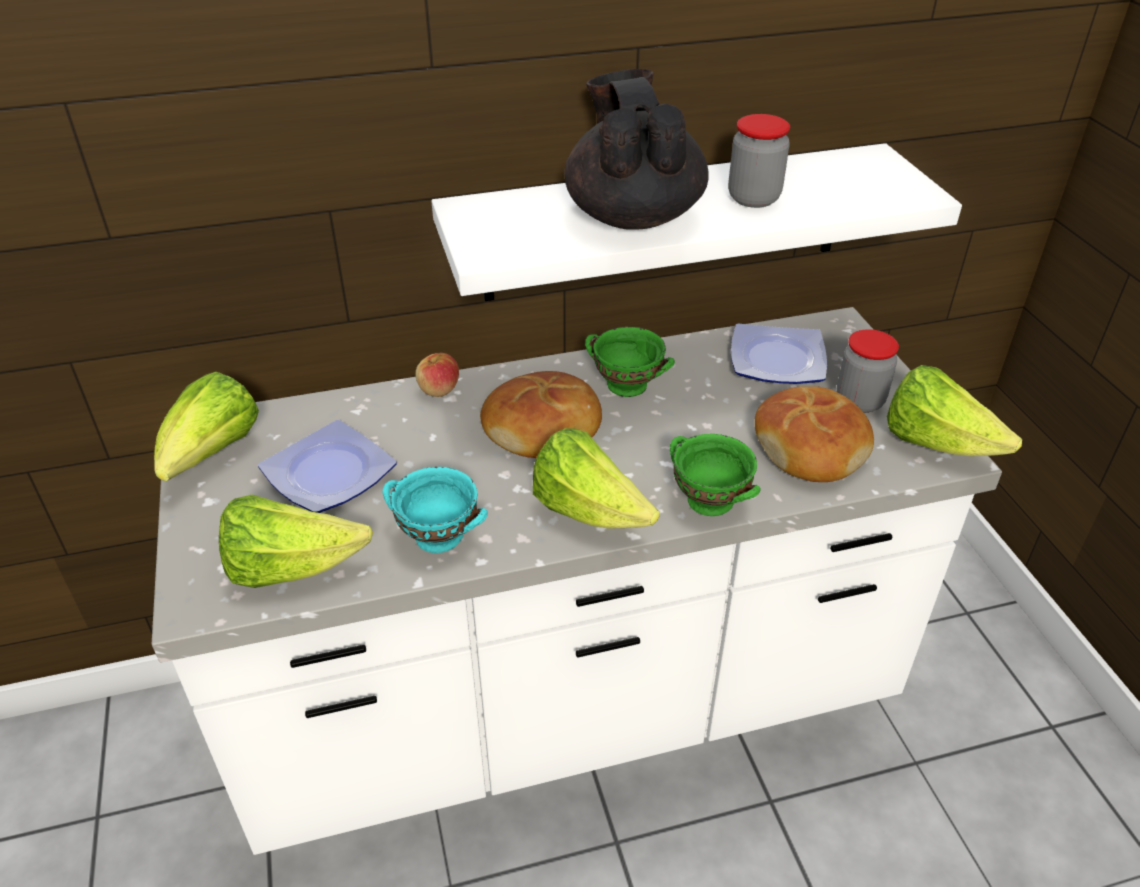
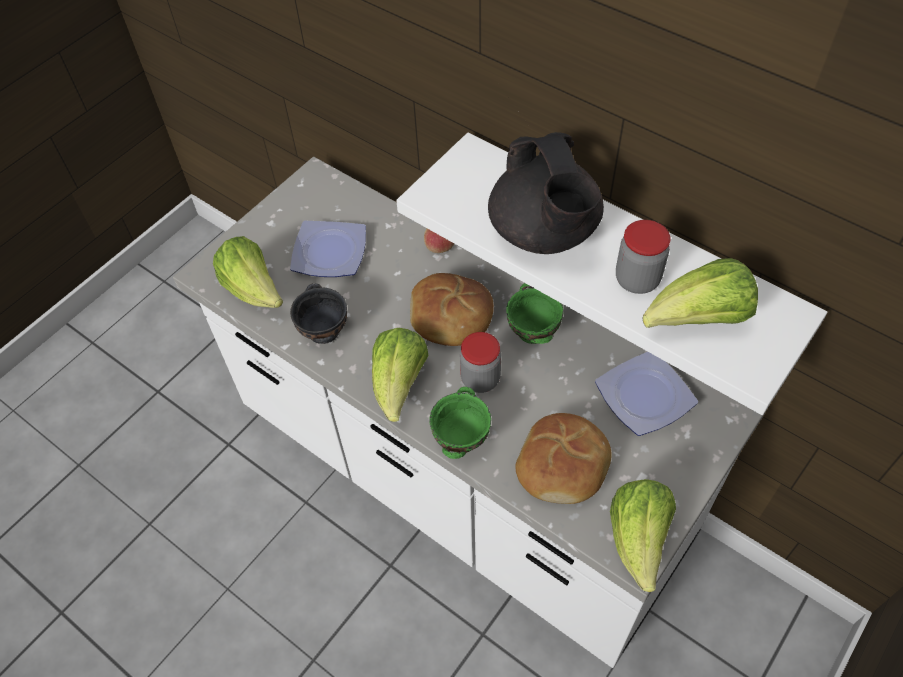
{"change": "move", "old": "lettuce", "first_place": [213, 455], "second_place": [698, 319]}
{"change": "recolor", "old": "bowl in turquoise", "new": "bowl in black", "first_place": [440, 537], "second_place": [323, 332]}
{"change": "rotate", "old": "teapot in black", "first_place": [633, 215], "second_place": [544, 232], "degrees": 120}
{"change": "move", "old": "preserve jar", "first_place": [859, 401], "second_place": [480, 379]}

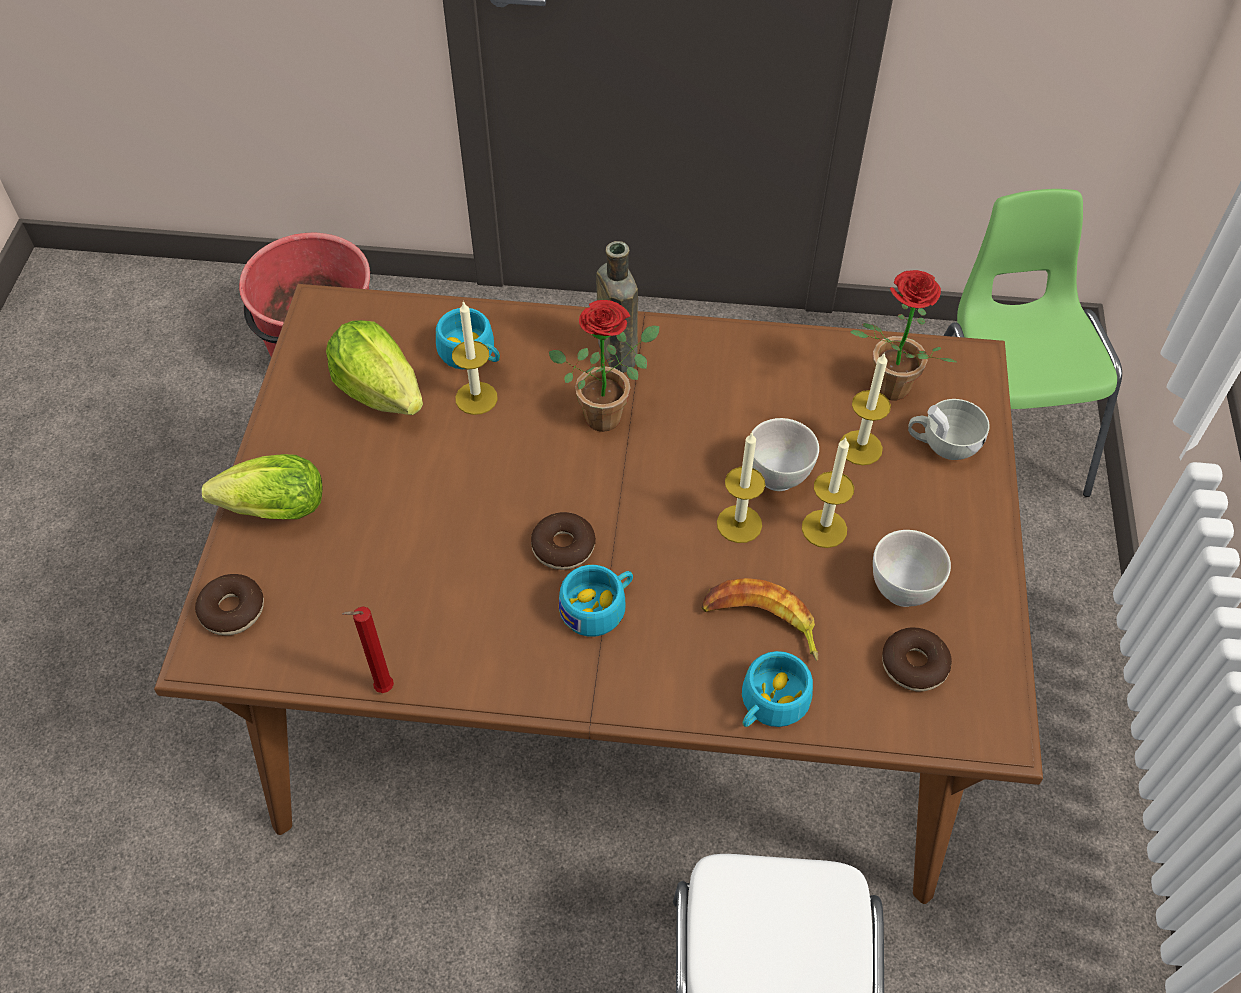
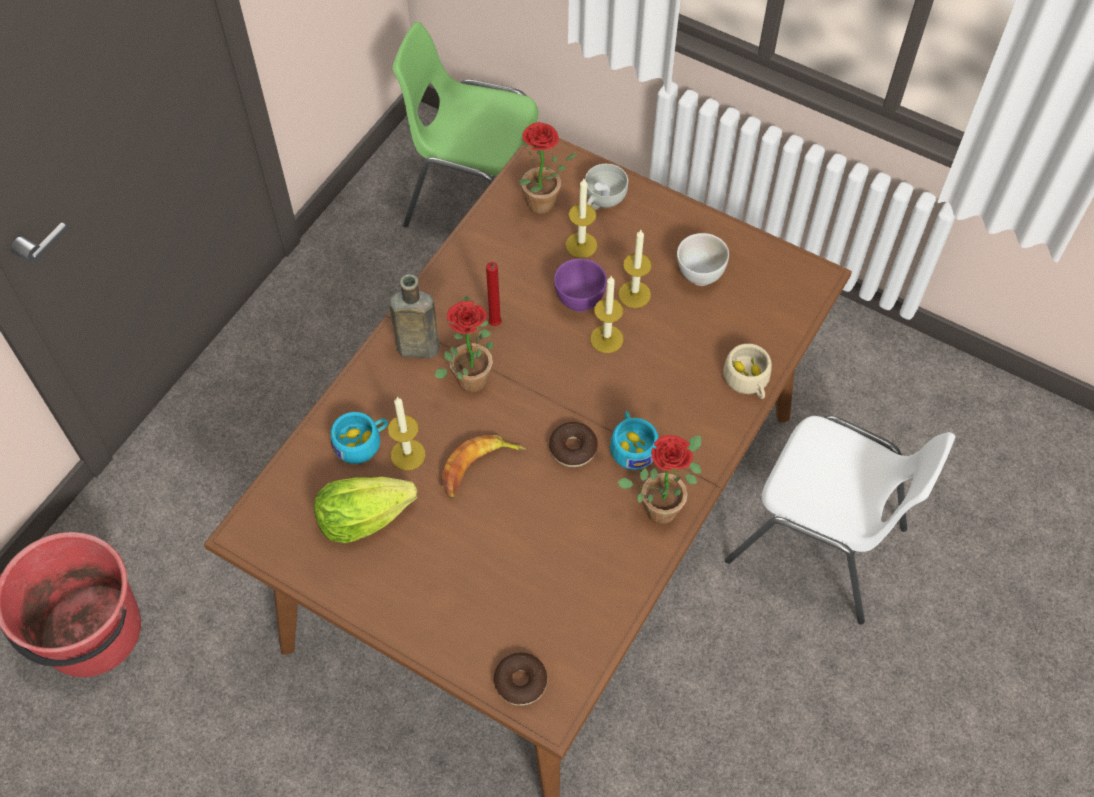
{"change": "delete", "old": "lettuce", "first_place": [269, 510]}
{"change": "move", "old": "wax candle in red-coloured", "first_place": [381, 689], "second_place": [495, 325]}
{"change": "move", "old": "banana fruit", "first_place": [761, 623], "second_place": [478, 469]}
{"change": "recolor", "old": "drinking cup in turquoise", "new": "drinking cup in sand-coloured", "first_place": [769, 705], "second_place": [748, 381]}
{"change": "recolor", "old": "bowl in white-coloured", "new": "bowl in purplish", "first_place": [778, 476], "second_place": [579, 300]}
{"change": "delete", "old": "donut", "first_place": [914, 665]}
{"change": "insert", "new": "houseplant", "second_place": [663, 505]}

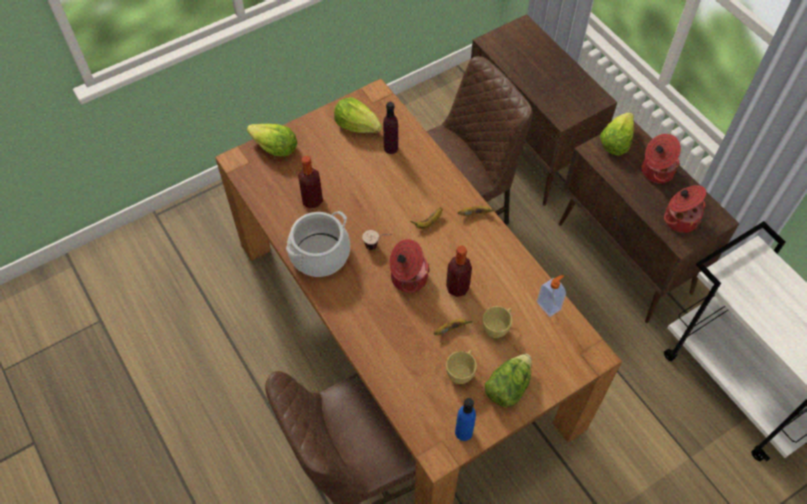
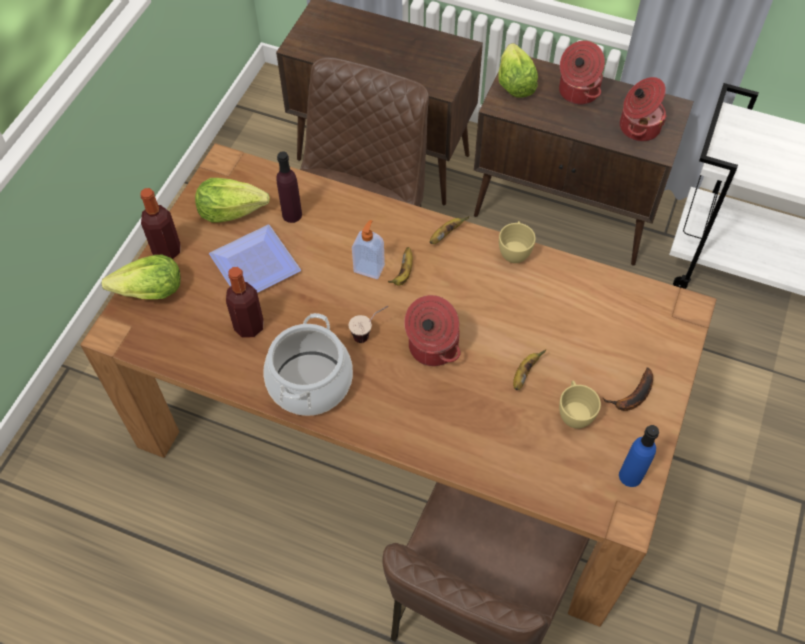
{"change": "move", "old": "drink bottle", "first_place": [457, 287], "second_place": [167, 250]}
{"change": "move", "old": "drinking cup in yellow", "first_place": [497, 328], "second_place": [514, 251]}
{"change": "replace", "old": "lettuce", "new": "banana fruit", "first_place": [507, 386], "second_place": [632, 397]}
{"change": "move", "old": "soap dispenser", "first_place": [549, 305], "second_place": [369, 268]}
{"change": "insert", "new": "plate", "second_place": [258, 265]}

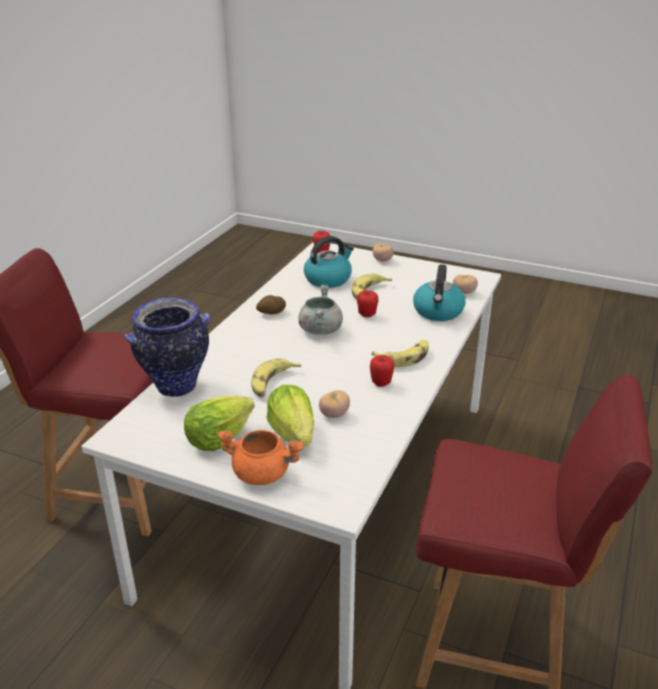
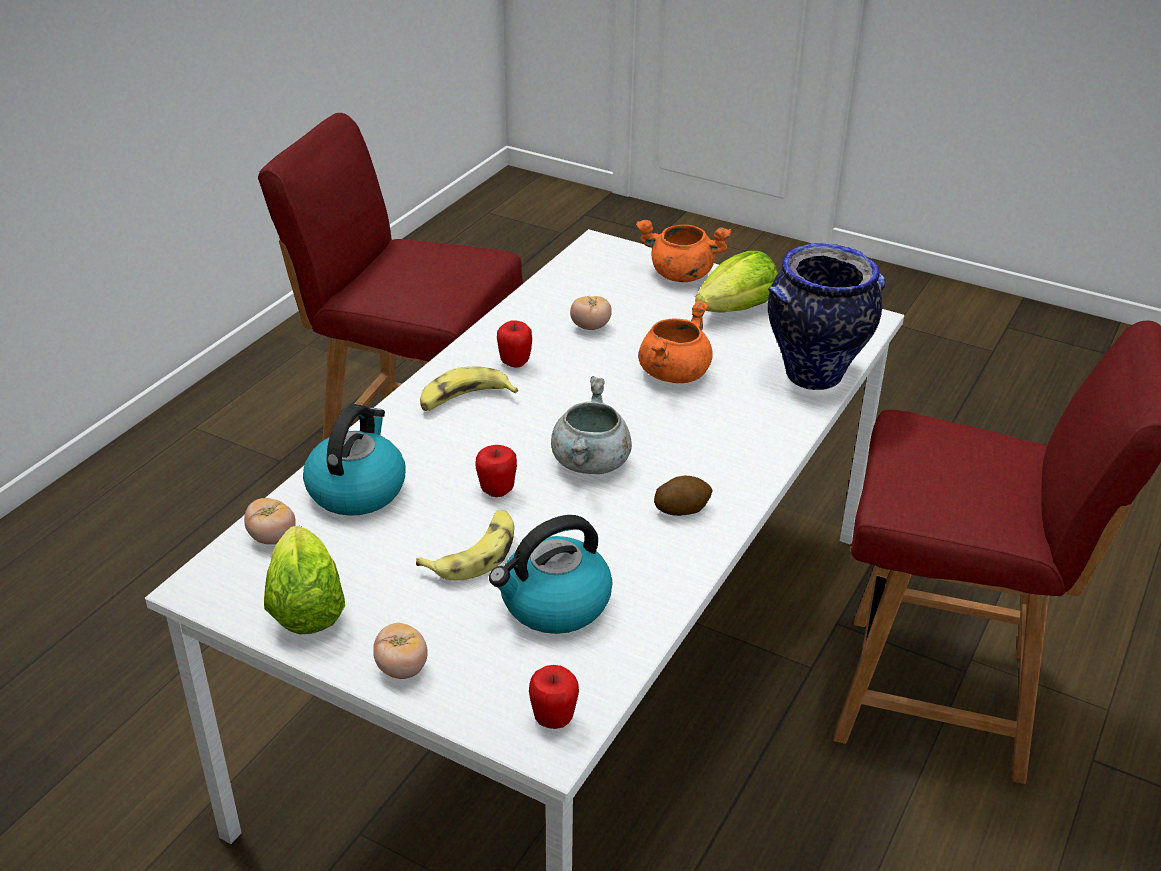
{"change": "replace", "old": "banana fruit", "new": "stockpot in orange", "first_place": [272, 383], "second_place": [673, 372]}
{"change": "move", "old": "lettuce", "first_place": [293, 433], "second_place": [305, 608]}

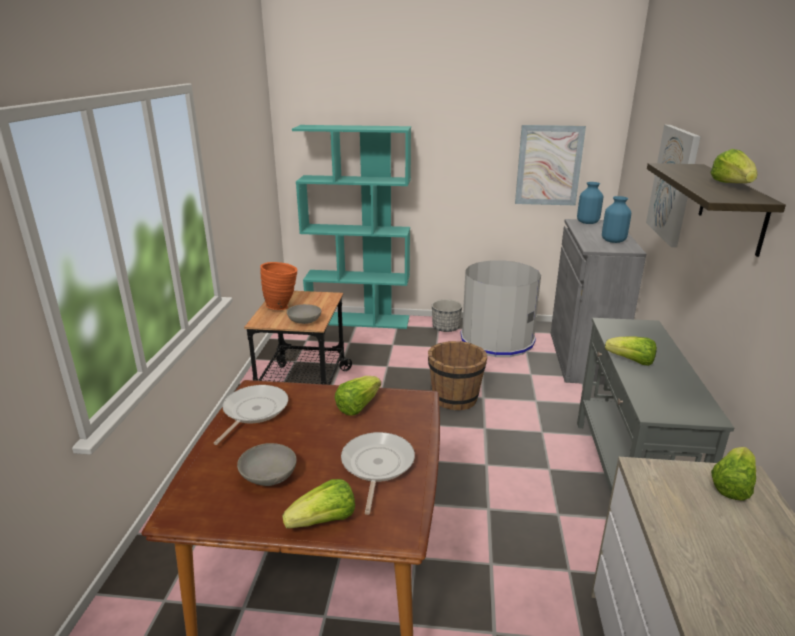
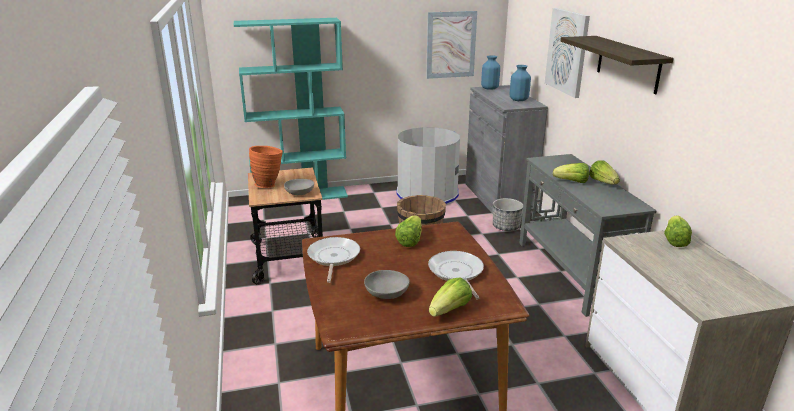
{"change": "move", "old": "flower pot", "first_place": [446, 328], "second_place": [506, 227]}
{"change": "move", "old": "lettuce", "first_place": [731, 185], "second_place": [603, 182]}

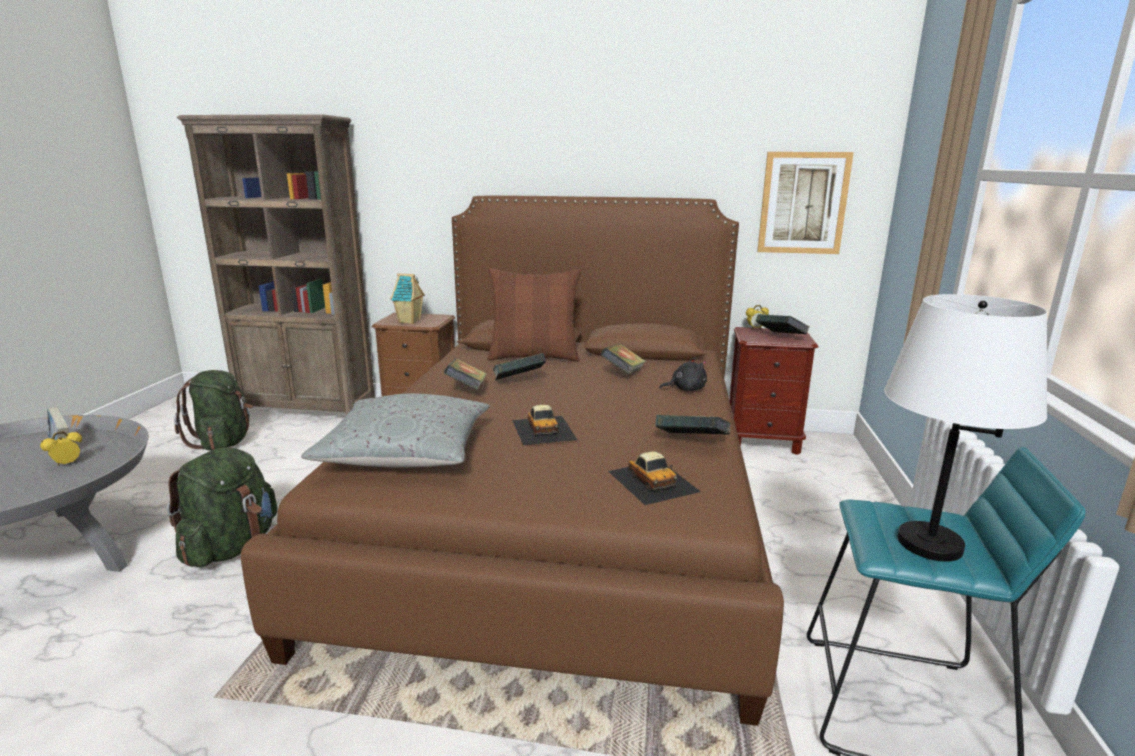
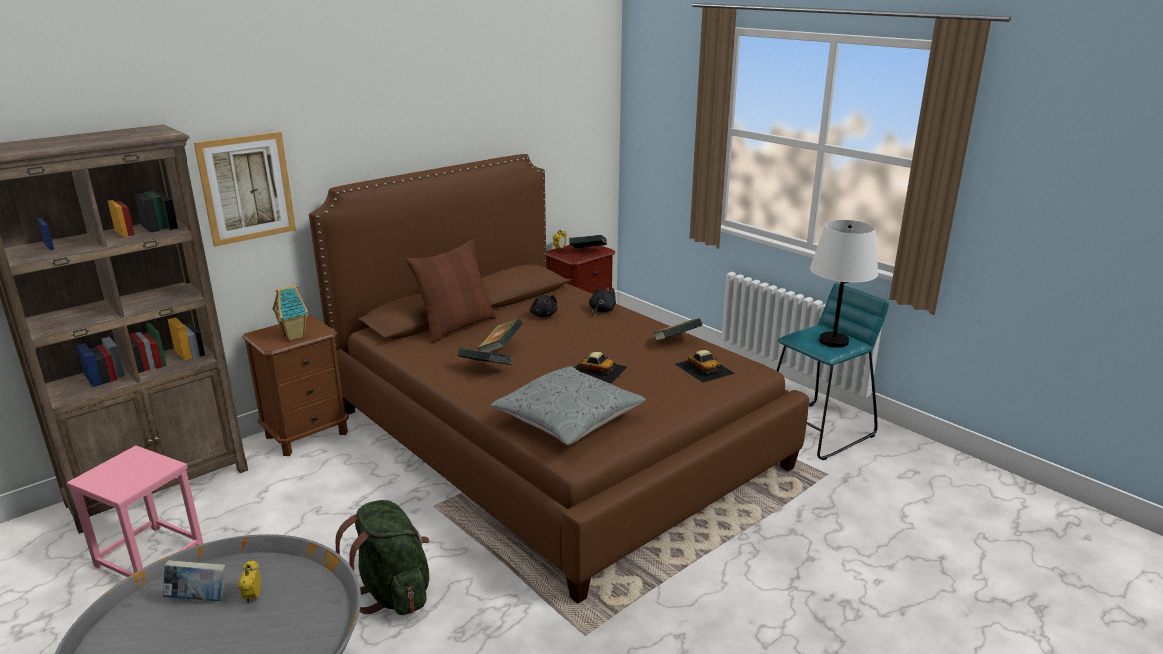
{"change": "replace", "old": "knapsack in green", "new": "stool in pink-coloured", "first_place": [223, 442], "second_place": [149, 556]}
{"change": "replace", "old": "volume", "new": "soft toy in black", "first_place": [623, 373], "second_place": [544, 315]}
{"change": "rotate", "old": "toy car", "first_place": [653, 480], "second_place": [704, 368], "degrees": 45}
{"change": "move", "old": "wall picture", "first_place": [803, 203], "second_place": [247, 188]}

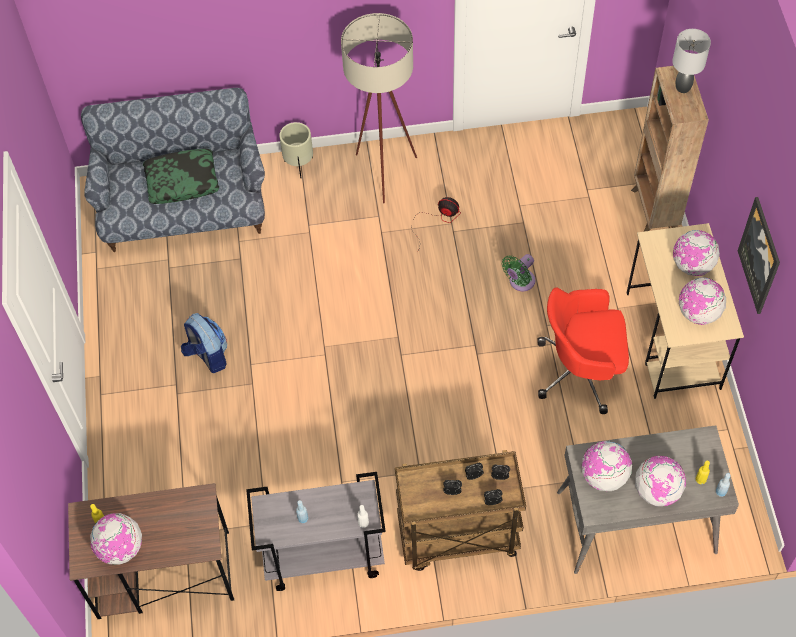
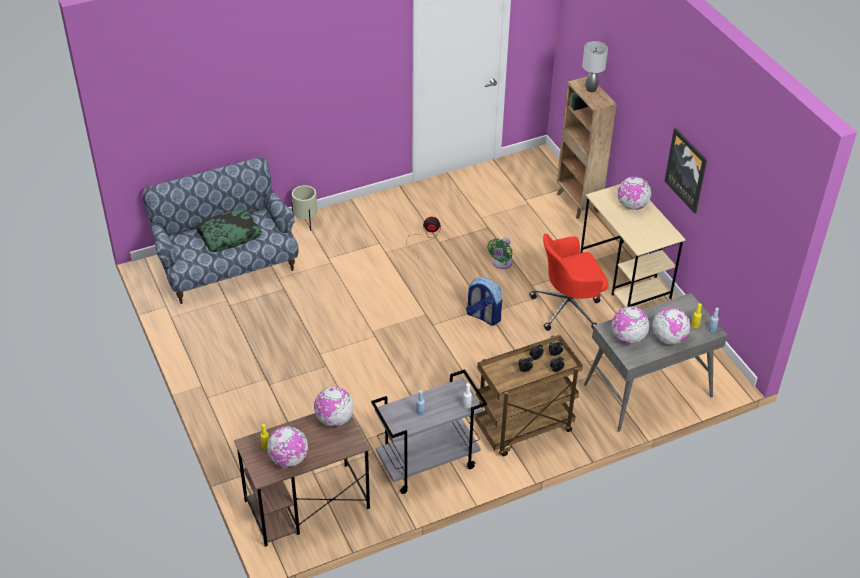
{"change": "move", "old": "knapsack", "first_place": [207, 356], "second_place": [483, 316]}
{"change": "delete", "old": "standing lamp in sand-coloured", "first_place": [384, 178]}
{"change": "move", "old": "world globe", "first_place": [698, 313], "second_place": [334, 419]}

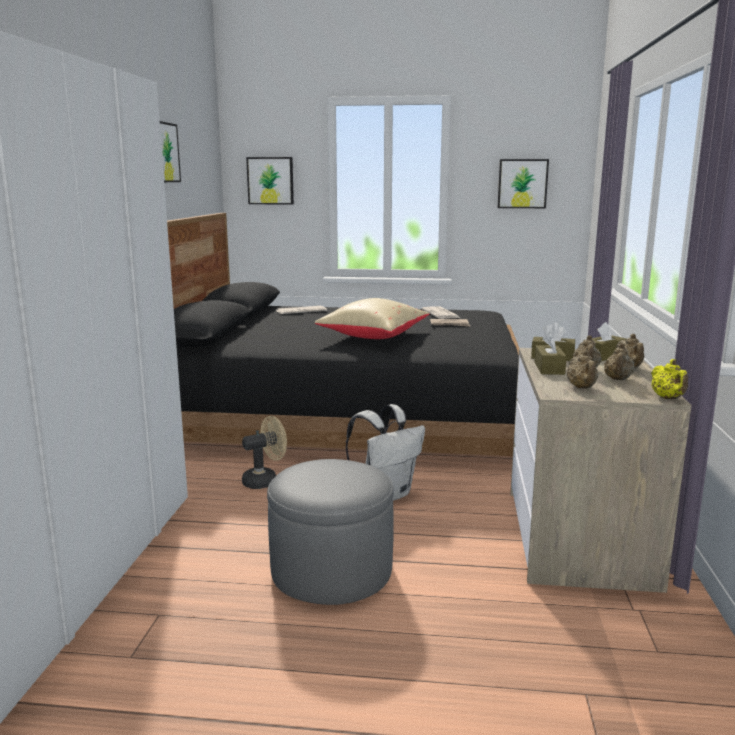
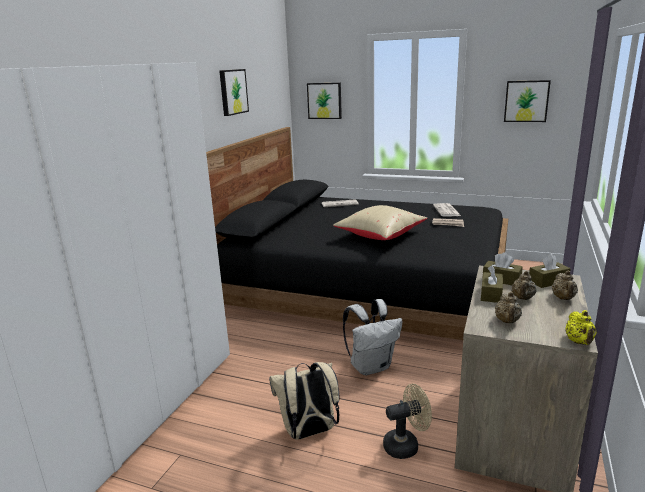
{"change": "move", "old": "fan in sand-coloured", "first_place": [265, 481], "second_place": [406, 445]}
{"change": "replace", "old": "ottoman in greyish", "new": "knapsack in sand-coloured", "first_place": [331, 570], "second_place": [309, 432]}
{"change": "delete", "old": "teapot in sand-coloured", "first_place": [618, 379]}

